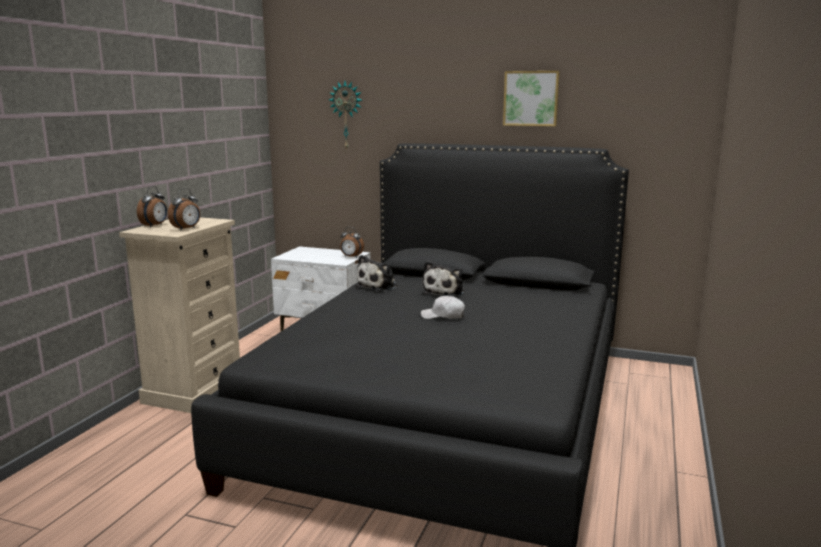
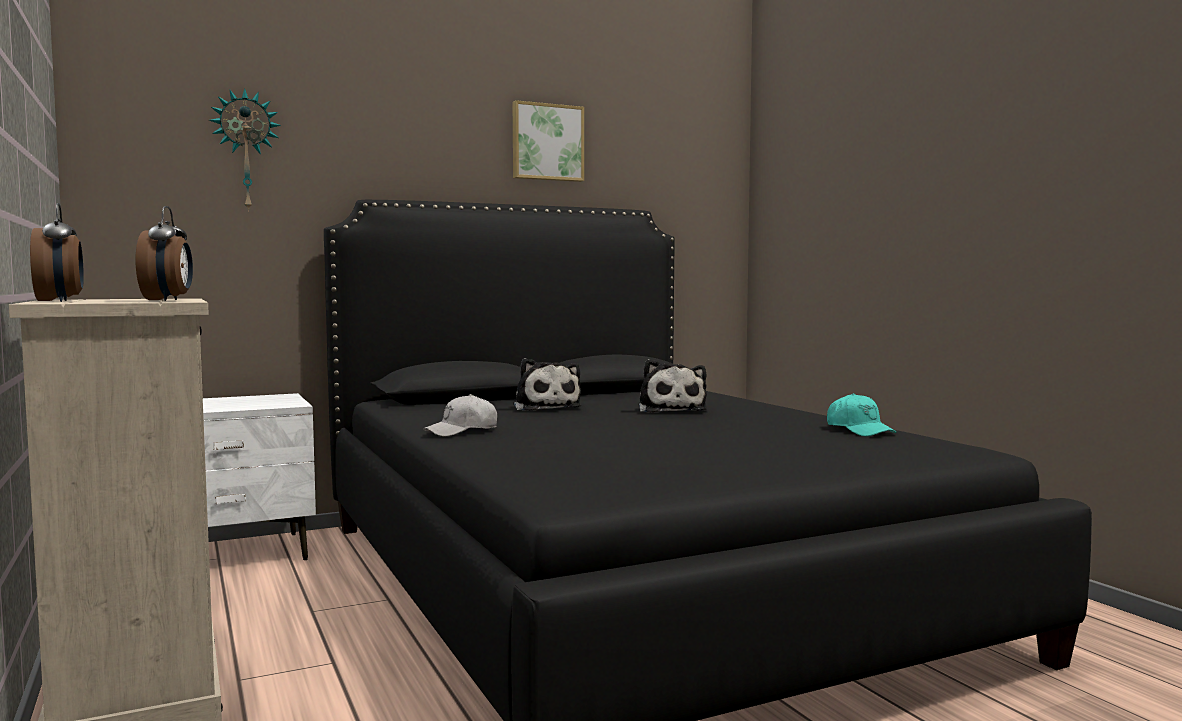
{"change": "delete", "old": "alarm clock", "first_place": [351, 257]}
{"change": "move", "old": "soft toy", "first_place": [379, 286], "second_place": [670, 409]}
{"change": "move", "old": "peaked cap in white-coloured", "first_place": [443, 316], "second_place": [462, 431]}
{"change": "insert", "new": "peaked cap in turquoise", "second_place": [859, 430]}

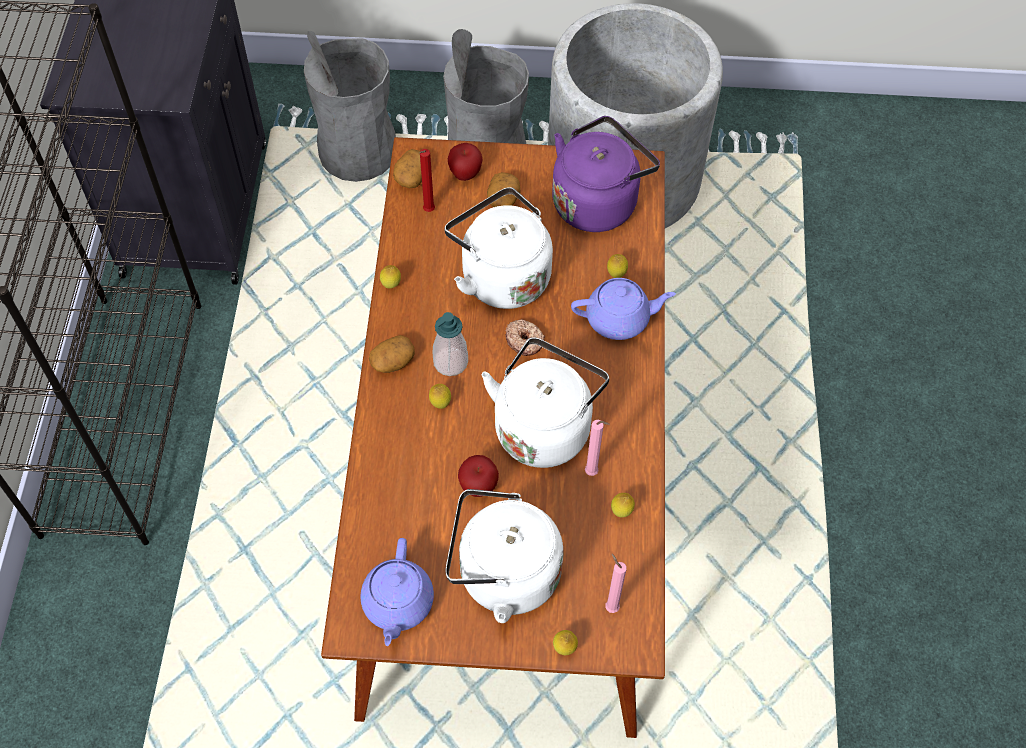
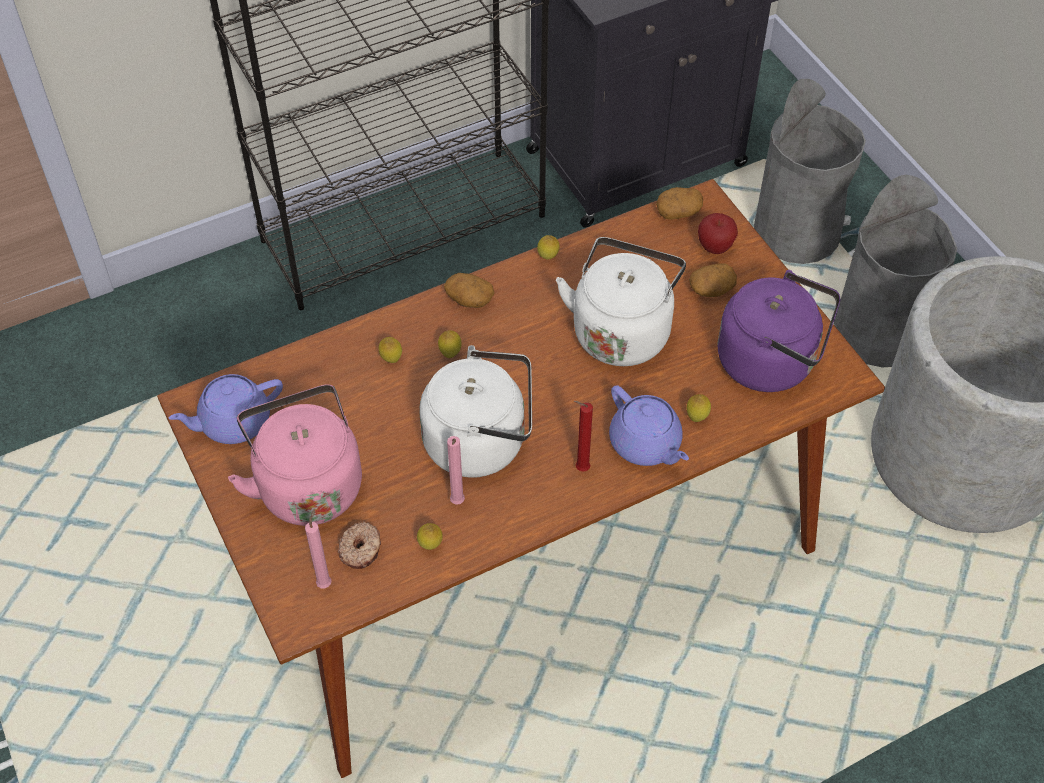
{"change": "move", "old": "wax candle in red-coloured", "first_place": [428, 211], "second_place": [580, 469]}
{"change": "delete", "old": "soap dispenser", "first_place": [450, 362]}
{"change": "recolor", "old": "tea kettle in white-coloured", "new": "tea kettle in pink-coloured", "first_place": [502, 574], "second_place": [307, 483]}
{"change": "delete", "old": "whole apple", "first_place": [478, 487]}
{"change": "move", "old": "donut", "first_place": [524, 340], "second_place": [361, 549]}
{"change": "move", "old": "whole lemon", "first_place": [564, 648], "second_place": [391, 360]}

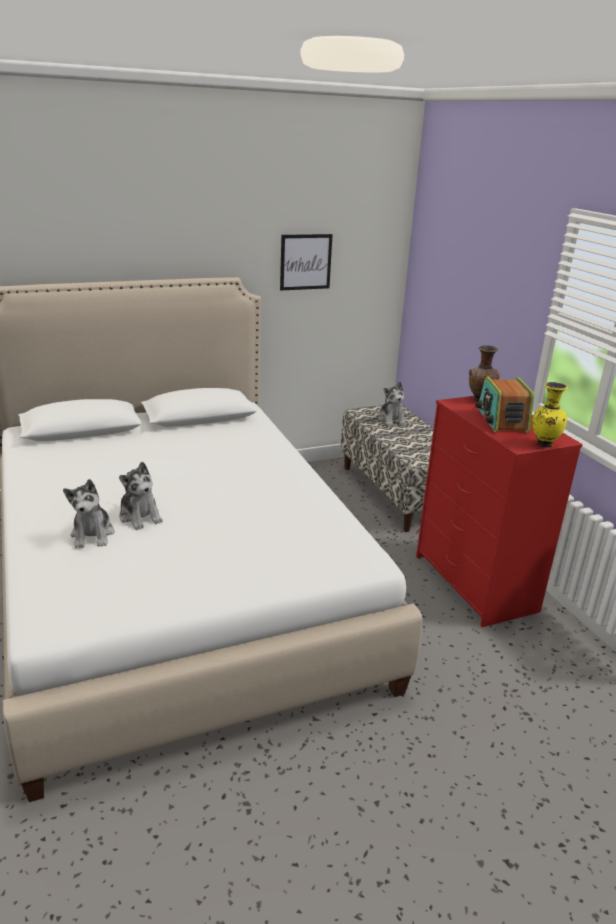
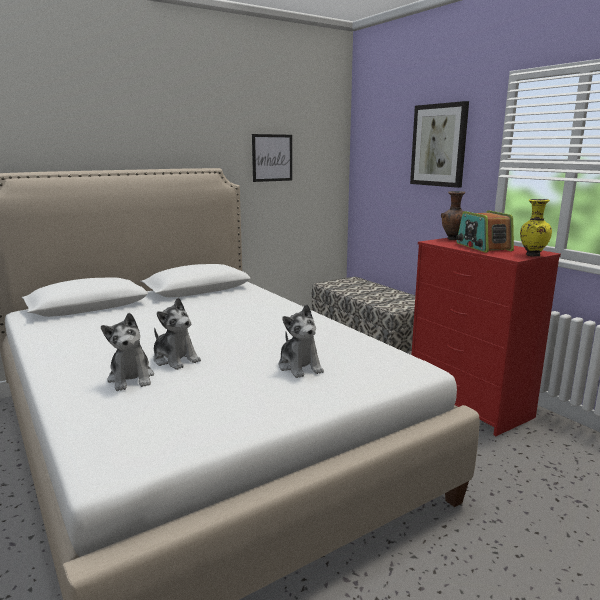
{"change": "move", "old": "soft toy", "first_place": [391, 420], "second_place": [300, 366]}
{"change": "insert", "new": "wall picture", "second_place": [439, 145]}

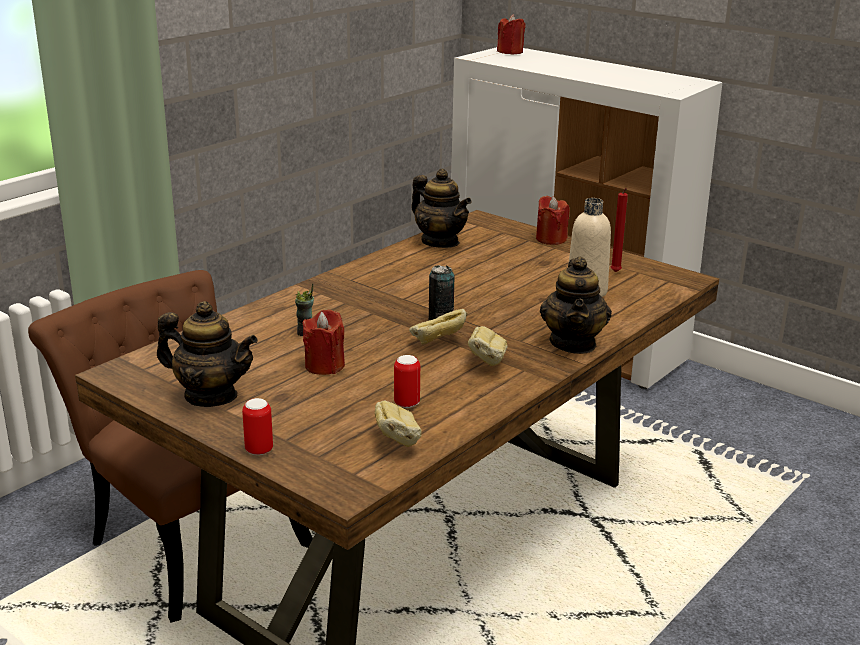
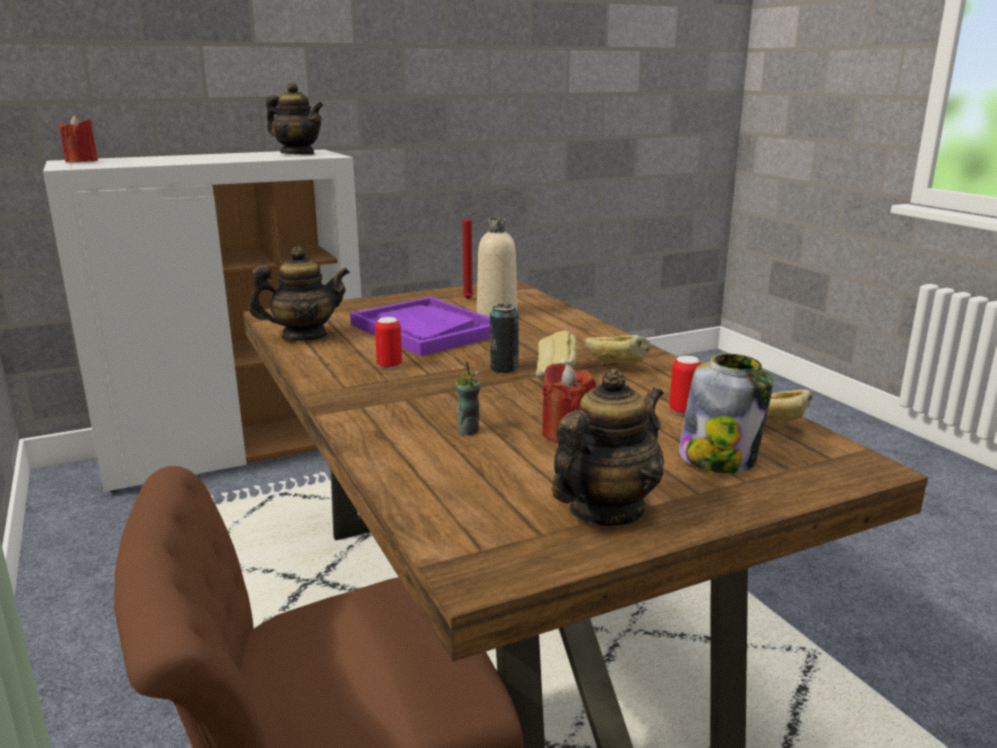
{"change": "move", "old": "sealed can", "first_place": [259, 450], "second_place": [389, 366]}
{"change": "delete", "old": "wax candle in red-coloured", "first_place": [551, 239]}
{"change": "move", "old": "teapot", "first_place": [573, 343], "second_place": [298, 154]}
{"change": "insert", "new": "serving tray in purplish", "second_place": [425, 330]}
{"change": "insert", "new": "preserve jar", "second_place": [719, 458]}

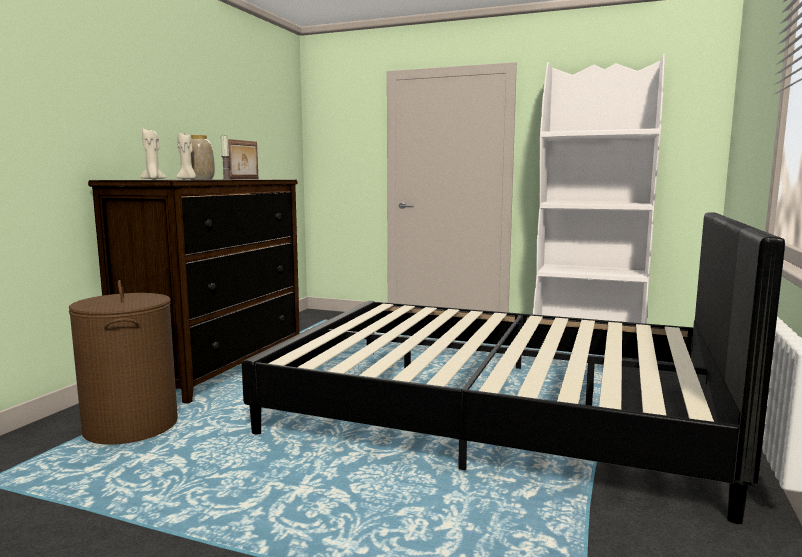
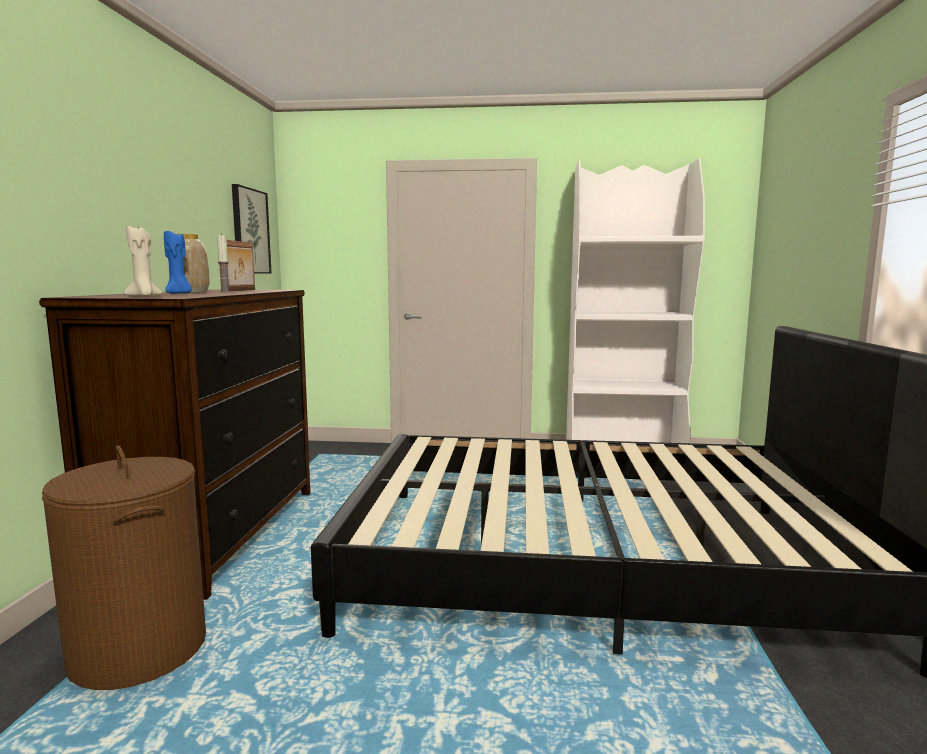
{"change": "recolor", "old": "wax candle in sand-coloured", "new": "wax candle in blue", "first_place": [187, 179], "second_place": [179, 293]}
{"change": "insert", "new": "wall picture", "second_place": [250, 231]}

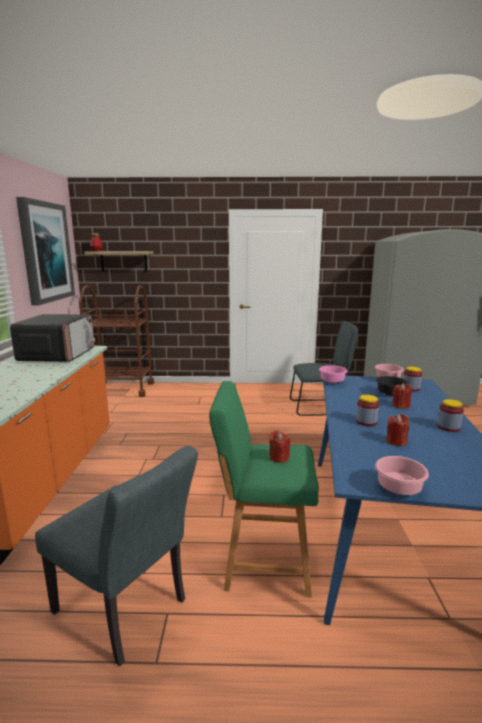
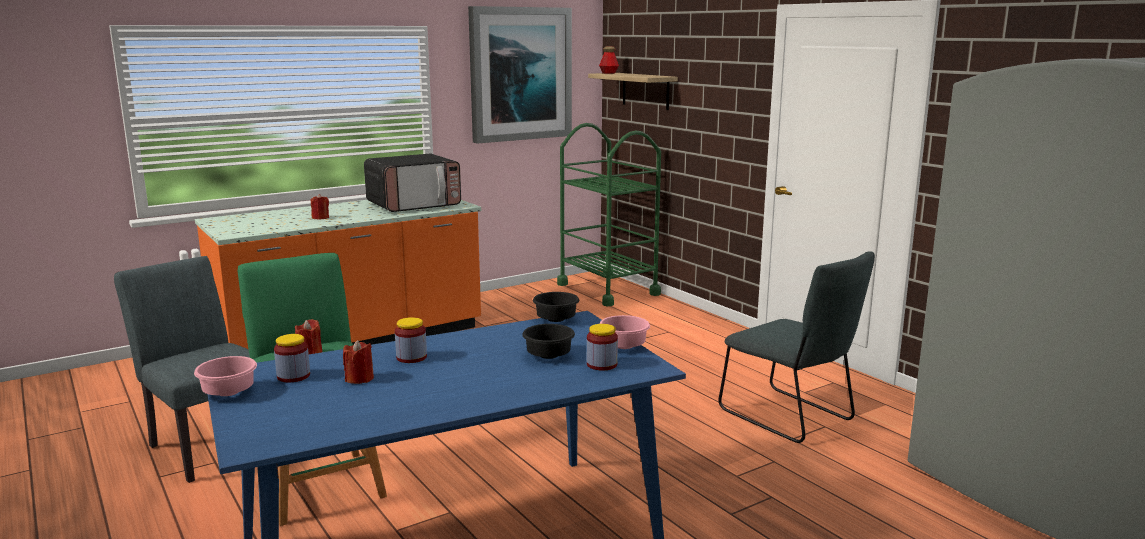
{"change": "rotate", "old": "upright chair in greyish", "first_place": [127, 610], "second_place": [208, 445], "degrees": 135}
{"change": "recolor", "old": "wheeled cart in brownish", "new": "wheeled cart in green", "first_place": [122, 389], "second_place": [608, 289]}
{"change": "recolor", "old": "bowl in pink-coloured", "new": "bowl in black", "first_place": [331, 382], "second_place": [554, 319]}
{"change": "move", "old": "wax candle in red-coloured", "first_place": [400, 406], "second_place": [320, 218]}
{"change": "move", "old": "preserve jar", "first_place": [448, 427], "second_place": [293, 376]}

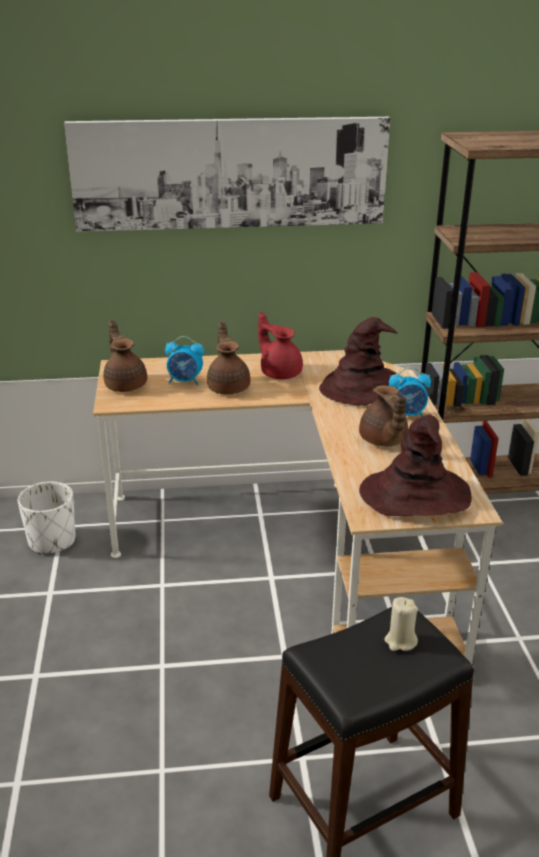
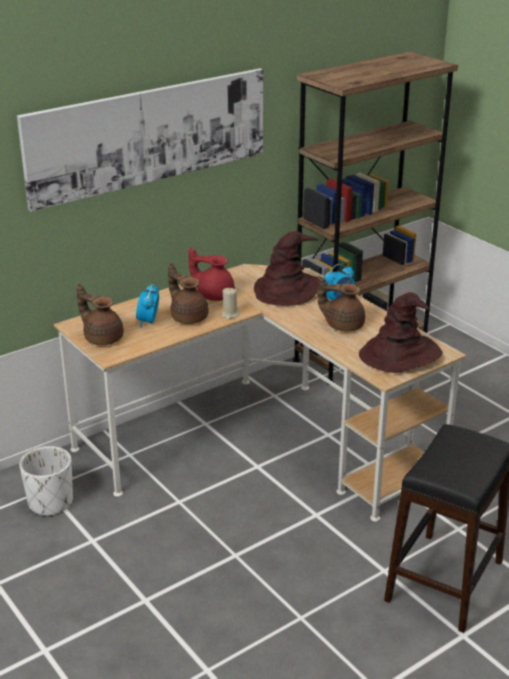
{"change": "rotate", "old": "alarm clock", "first_place": [185, 381], "second_place": [148, 322], "degrees": 120}
{"change": "rotate", "old": "teapot in brownish", "first_place": [383, 441], "second_place": [342, 325], "degrees": 150}
{"change": "move", "old": "wax candle in sand-coloured", "first_place": [400, 641], "second_place": [230, 315]}

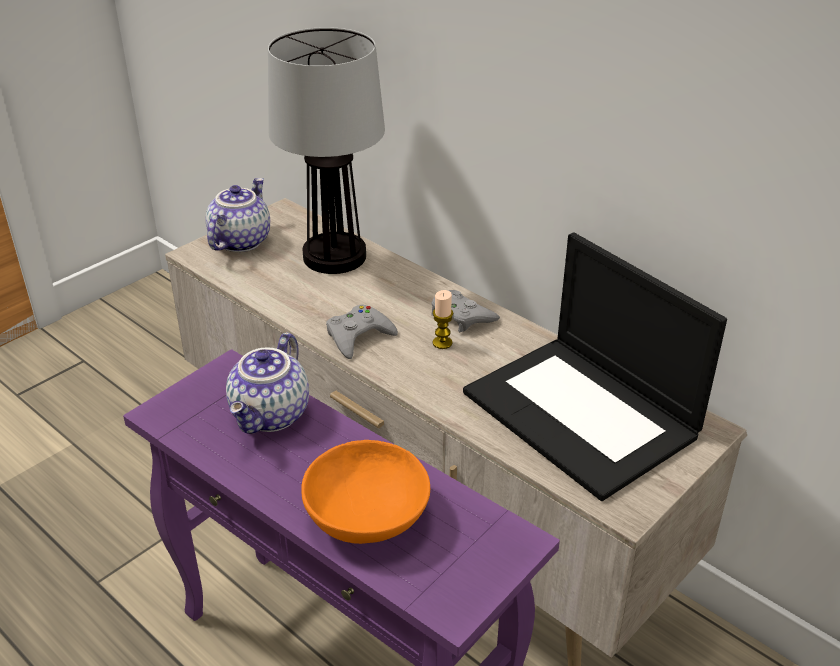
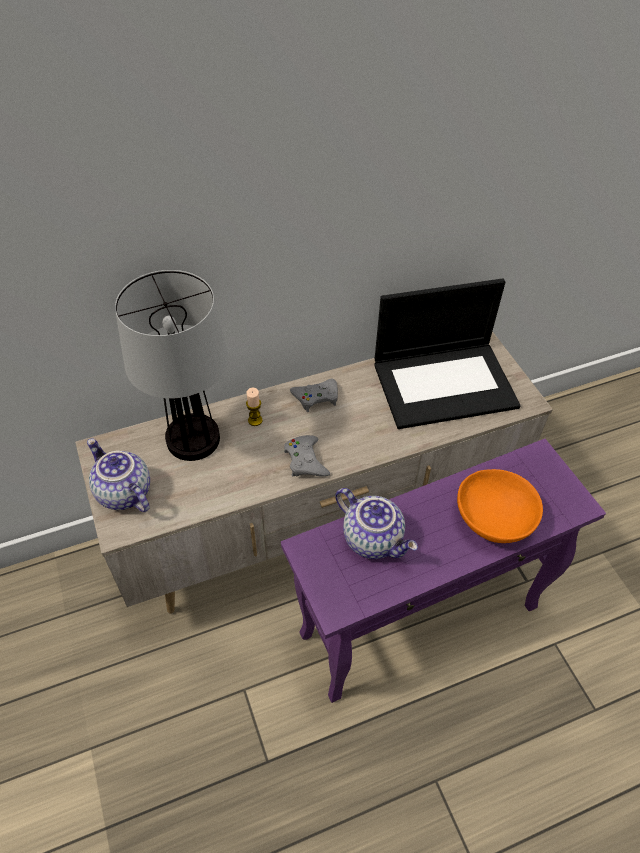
{"change": "move", "old": "wax candle", "first_place": [442, 343], "second_place": [255, 420]}

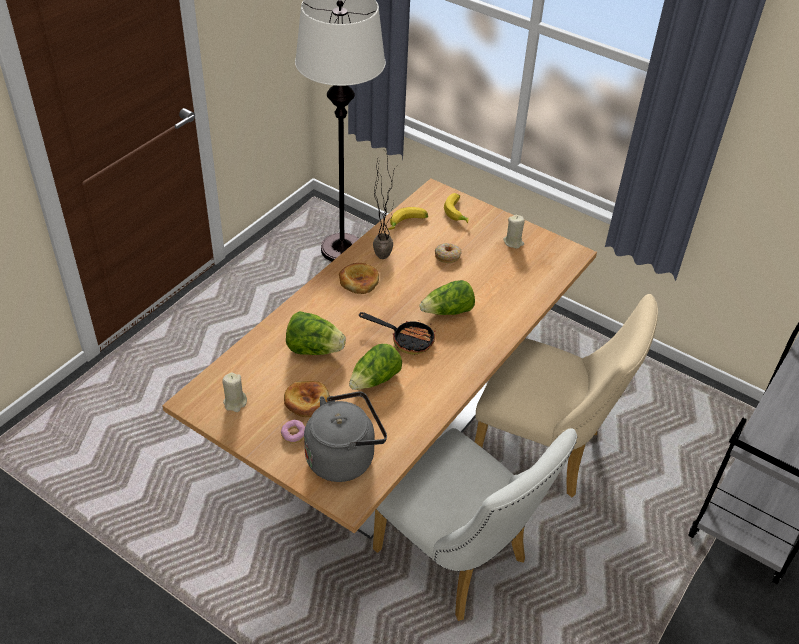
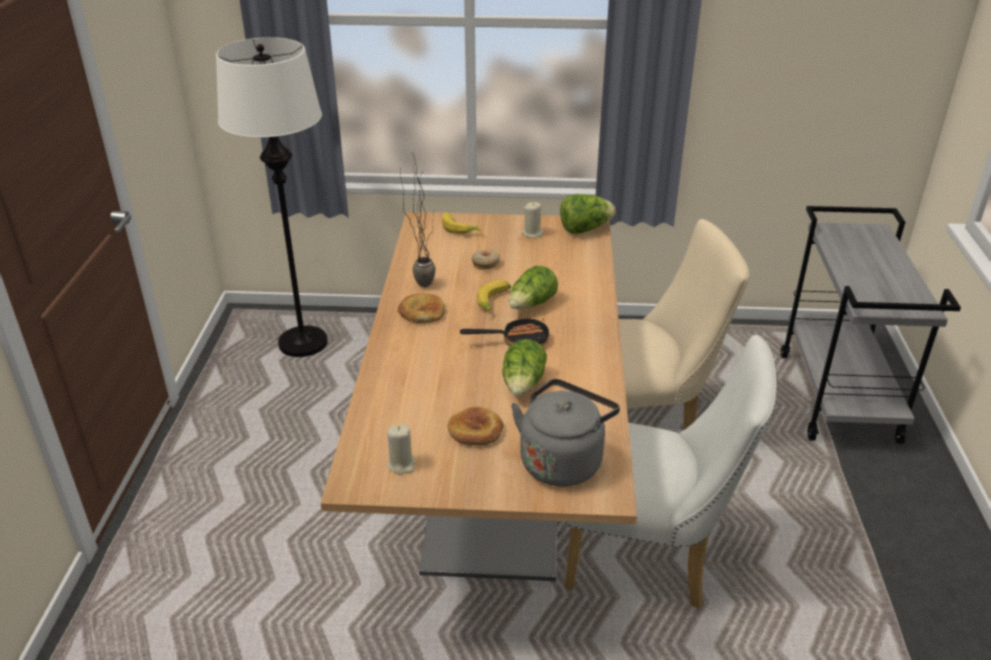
{"change": "delete", "old": "donut", "first_place": [293, 435]}
{"change": "move", "old": "lettuce", "first_place": [314, 349], "second_place": [584, 229]}
{"change": "move", "old": "banana fruit", "first_place": [407, 224], "second_place": [494, 302]}

